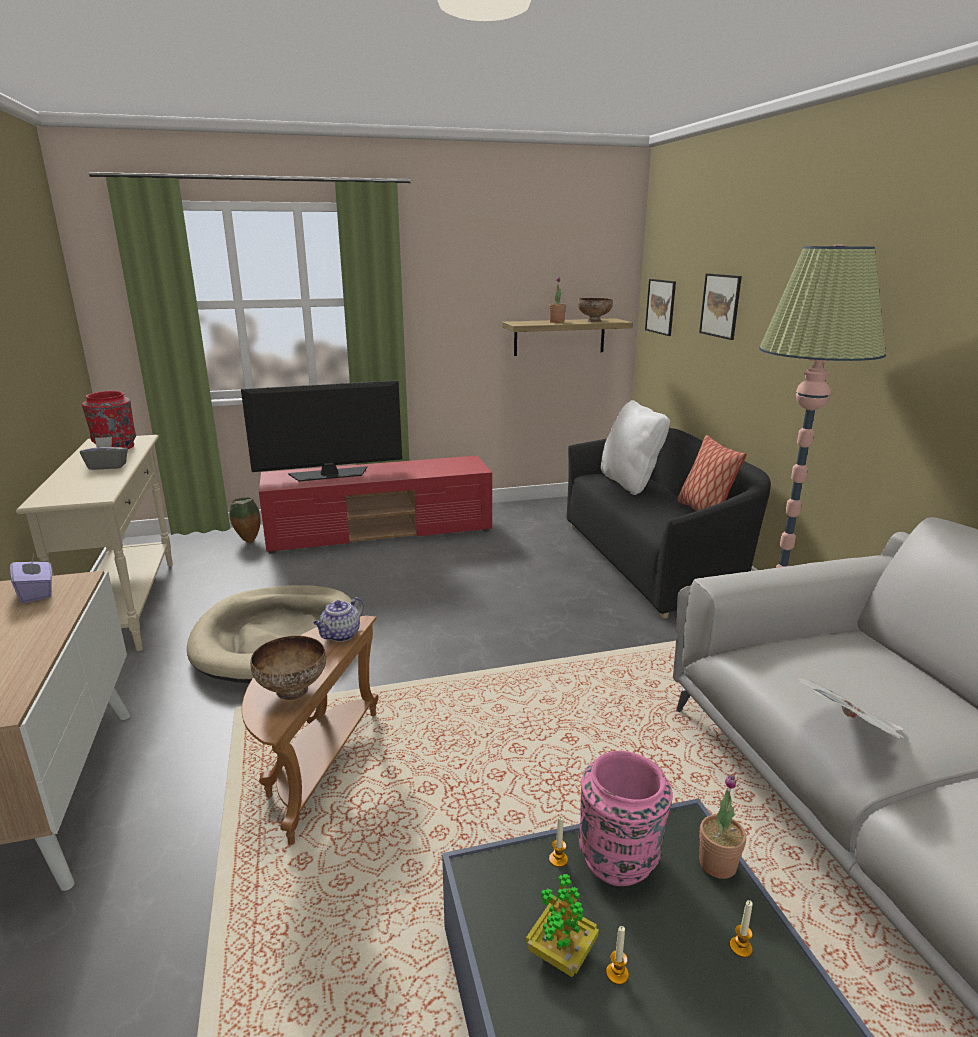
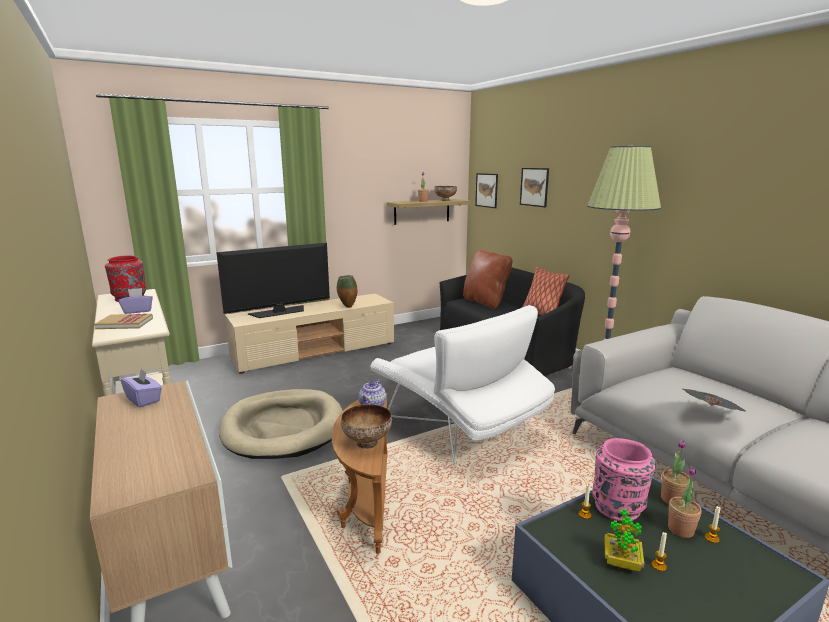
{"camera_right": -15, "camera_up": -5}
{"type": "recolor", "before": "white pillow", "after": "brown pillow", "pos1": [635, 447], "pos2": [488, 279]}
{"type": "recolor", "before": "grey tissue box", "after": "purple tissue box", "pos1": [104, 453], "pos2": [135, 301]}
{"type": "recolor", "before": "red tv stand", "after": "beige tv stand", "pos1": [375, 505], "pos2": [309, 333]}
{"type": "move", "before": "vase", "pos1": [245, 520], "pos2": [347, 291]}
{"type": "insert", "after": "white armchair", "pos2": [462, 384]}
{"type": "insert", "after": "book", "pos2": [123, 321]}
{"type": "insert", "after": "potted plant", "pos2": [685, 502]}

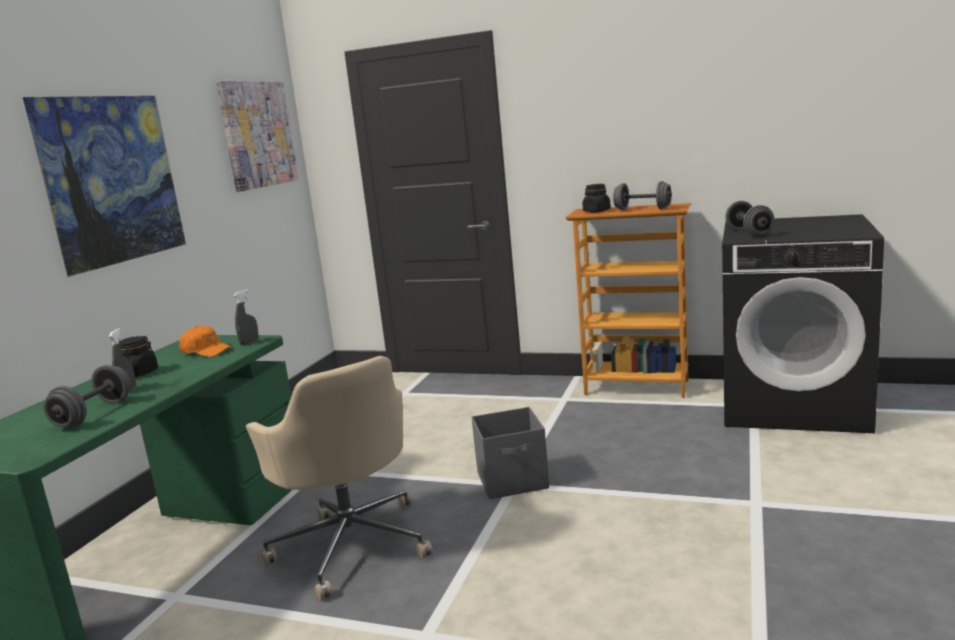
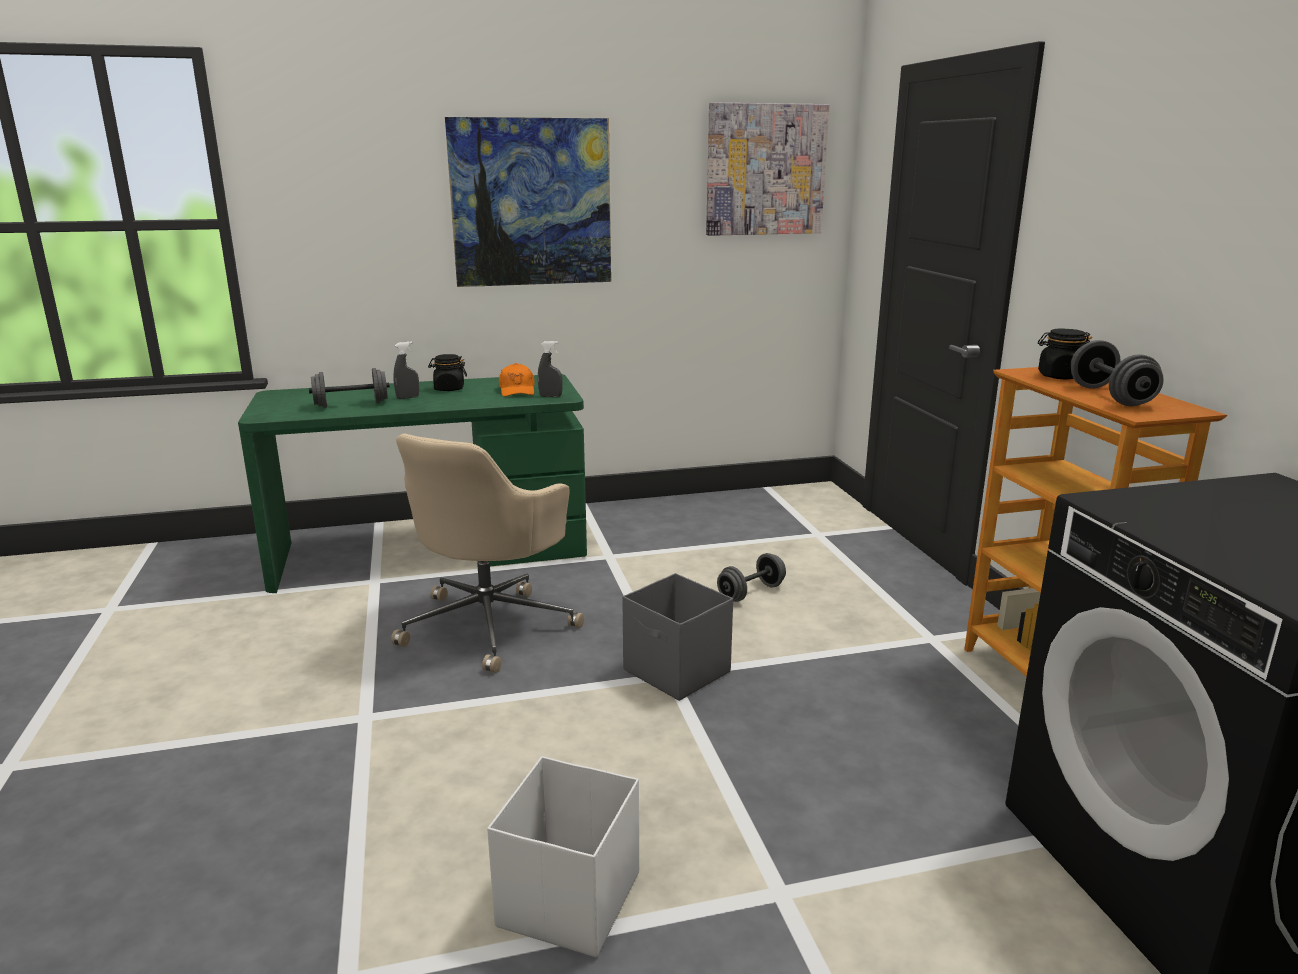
{"camera_right": 55, "camera_up": 5}
{"type": "move", "before": "grey dumbbell", "pos1": [749, 218], "pos2": [751, 577]}
{"type": "insert", "after": "white storage box", "pos2": [563, 856]}

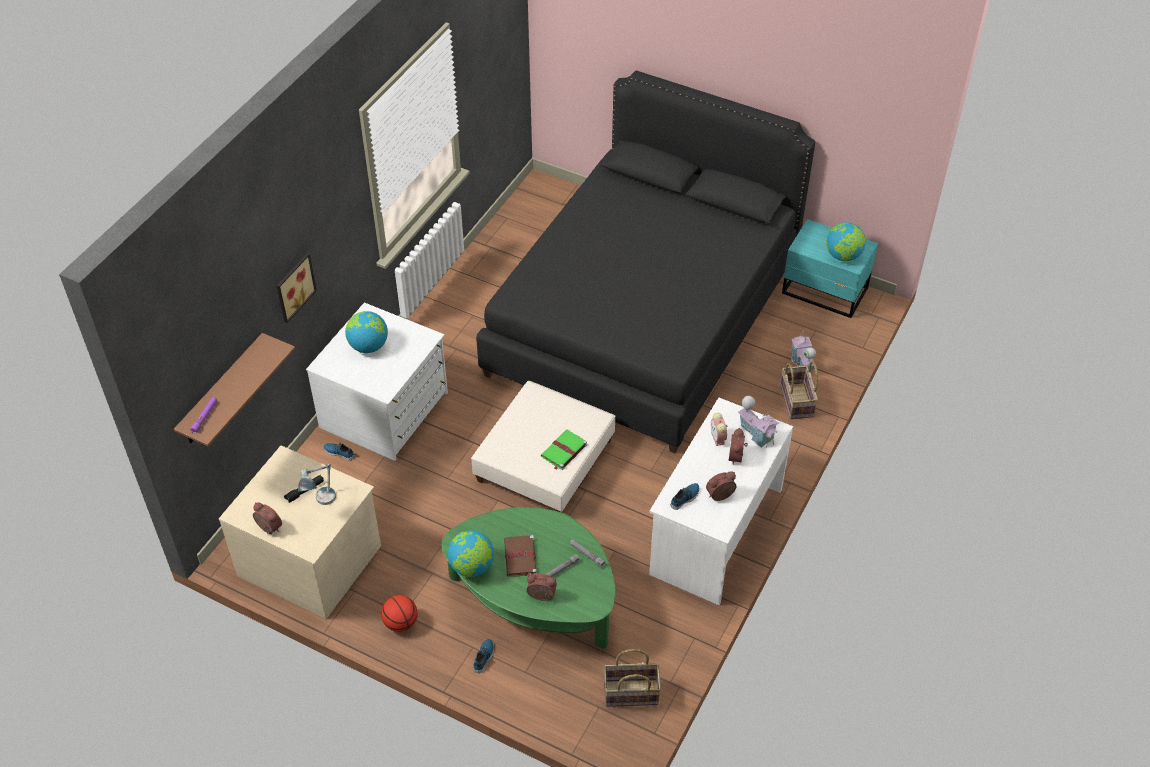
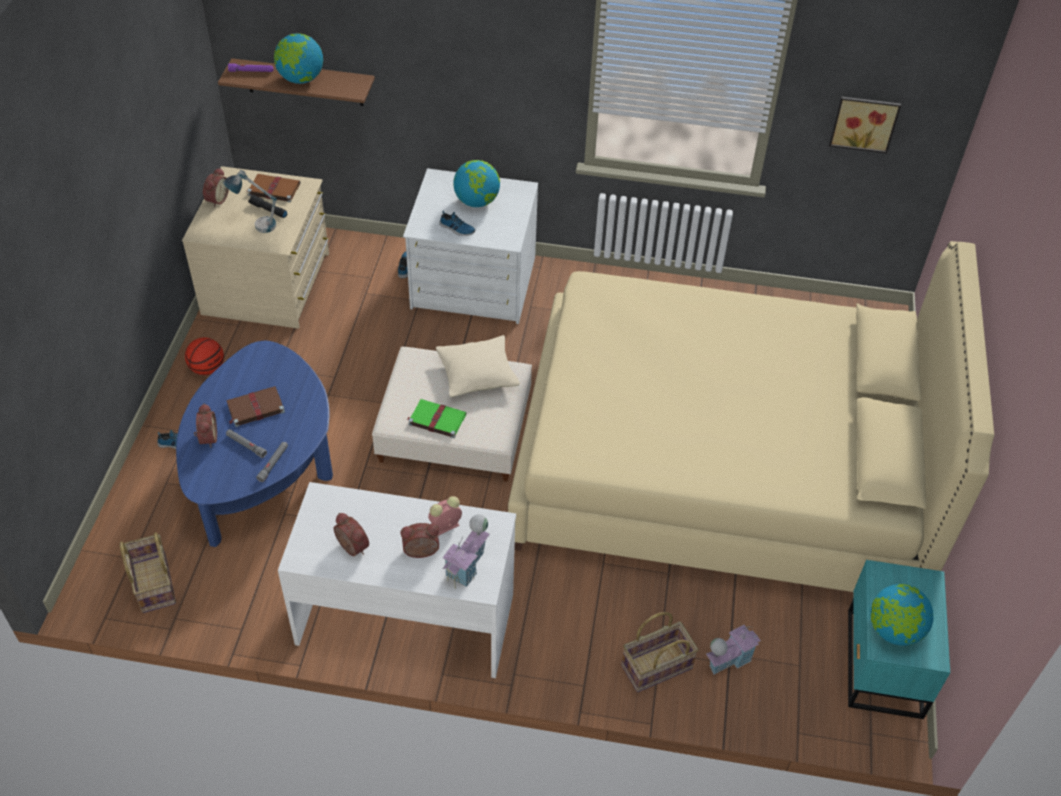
{"camera_right": 70, "camera_up": 0}
{"type": "recolor", "before": "black bed", "after": "beige bed", "pos1": [645, 262], "pos2": [751, 416]}
{"type": "move", "before": "picture", "pos1": [296, 288], "pos2": [865, 124]}
{"type": "move", "before": "shoe", "pos1": [684, 496], "pos2": [457, 223]}
{"type": "recolor", "before": "green coffee table", "after": "blue coffee table", "pos1": [528, 577], "pos2": [254, 444]}
{"type": "move", "before": "globe", "pos1": [471, 553], "pos2": [298, 58]}
{"type": "insert", "after": "brown book", "pos2": [273, 188]}
{"type": "insert", "after": "beige pillow", "pos2": [478, 366]}

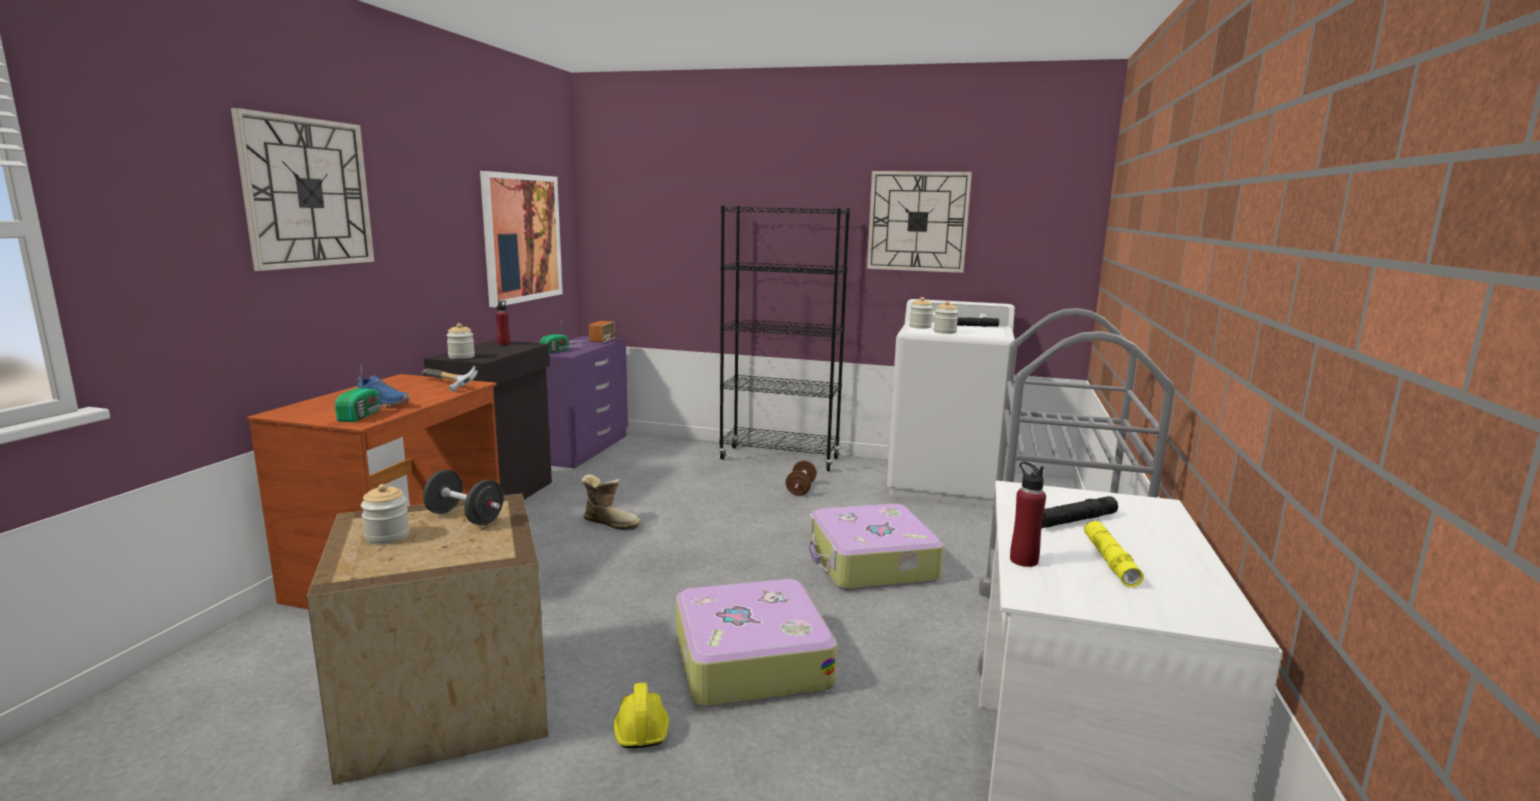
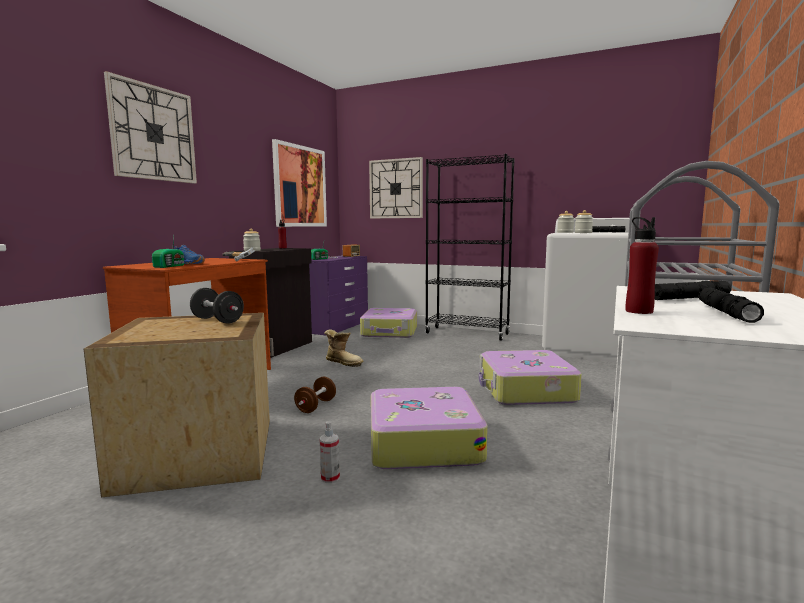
{"camera_right": 10, "camera_up": -5}
{"type": "move", "before": "wall clock", "pos1": [919, 222], "pos2": [396, 188]}
{"type": "move", "before": "brown dumbbell", "pos1": [801, 478], "pos2": [315, 395]}
{"type": "delete", "before": "jar", "pos1": [385, 514]}
{"type": "recolor", "before": "yellow flashlight", "after": "black flashlight", "pos1": [1113, 554], "pos2": [731, 305]}
{"type": "replace", "before": "yellow hard hat", "after": "spray bottle", "pos1": [641, 715], "pos2": [330, 452]}
{"type": "insert", "after": "suitcase", "pos2": [388, 323]}

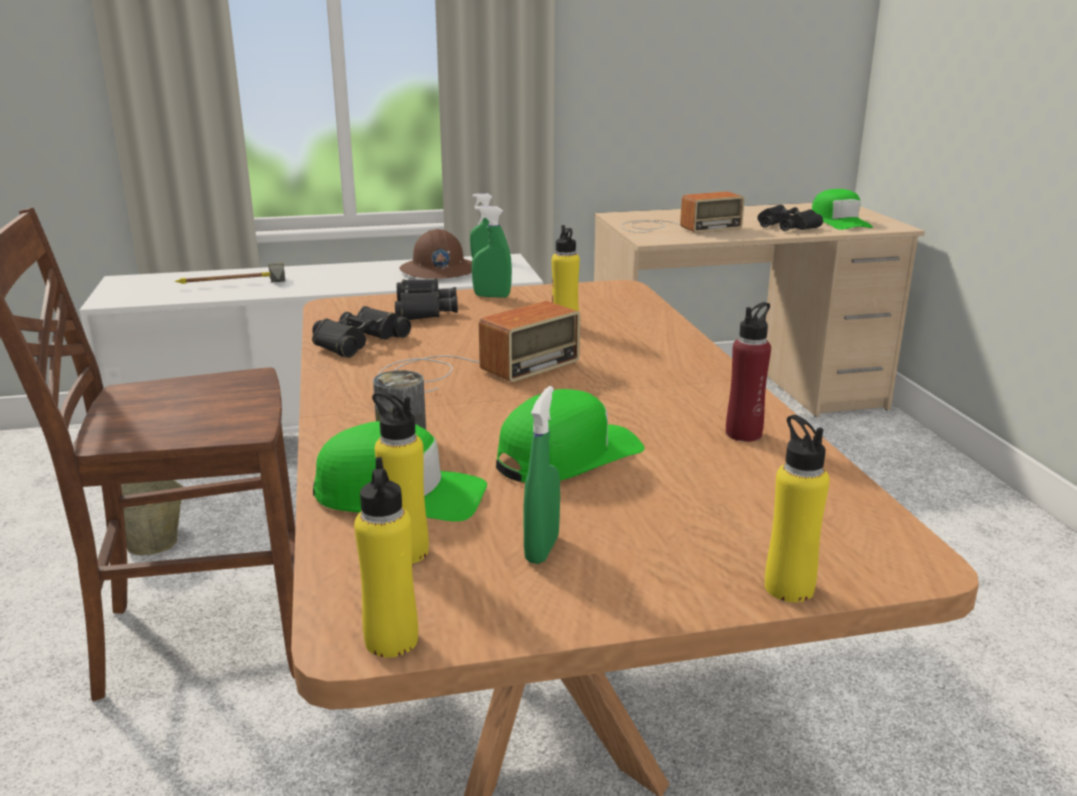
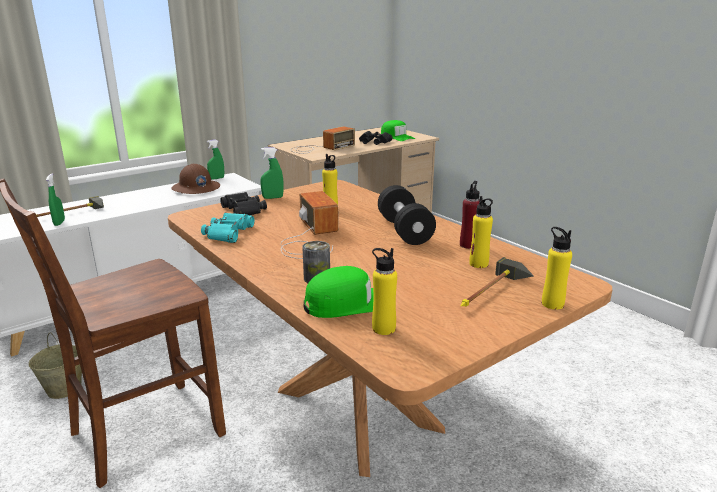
{"camera_right": -25, "camera_up": 0}
{"type": "rotate", "before": "radio", "pos1": [479, 347], "pos2": [309, 225], "turn": -45}
{"type": "recolor", "before": "black binoculars", "after": "turquoise binoculars", "pos1": [361, 332], "pos2": [227, 228]}
{"type": "move", "before": "green spray bottle", "pos1": [541, 475], "pos2": [55, 199]}
{"type": "delete", "before": "green cap", "pos1": [570, 435]}
{"type": "move", "before": "yellow bottle", "pos1": [386, 557], "pos2": [481, 232]}
{"type": "insert", "after": "black dumbbell", "pos2": [407, 215]}
{"type": "insert", "after": "hammer", "pos2": [497, 282]}

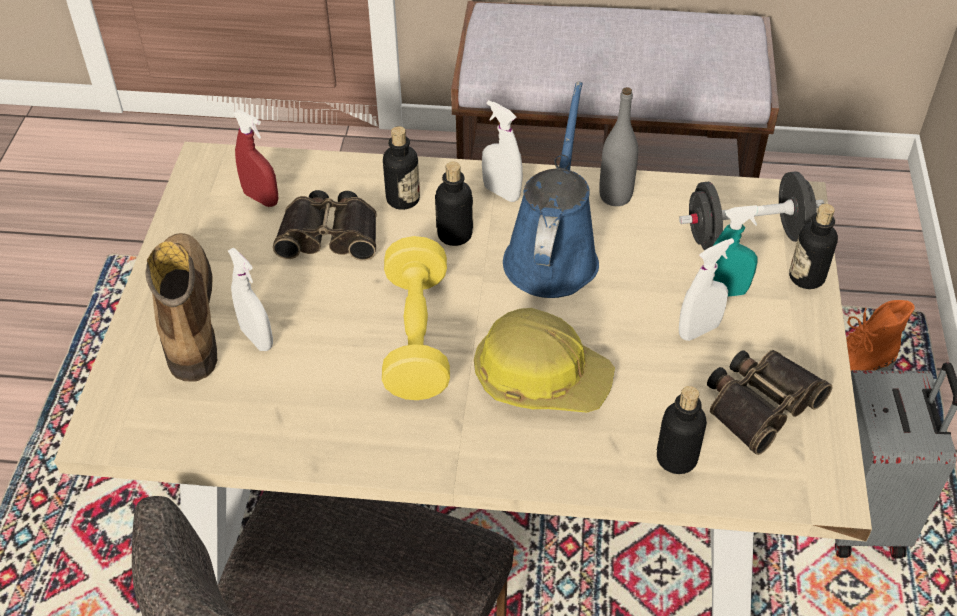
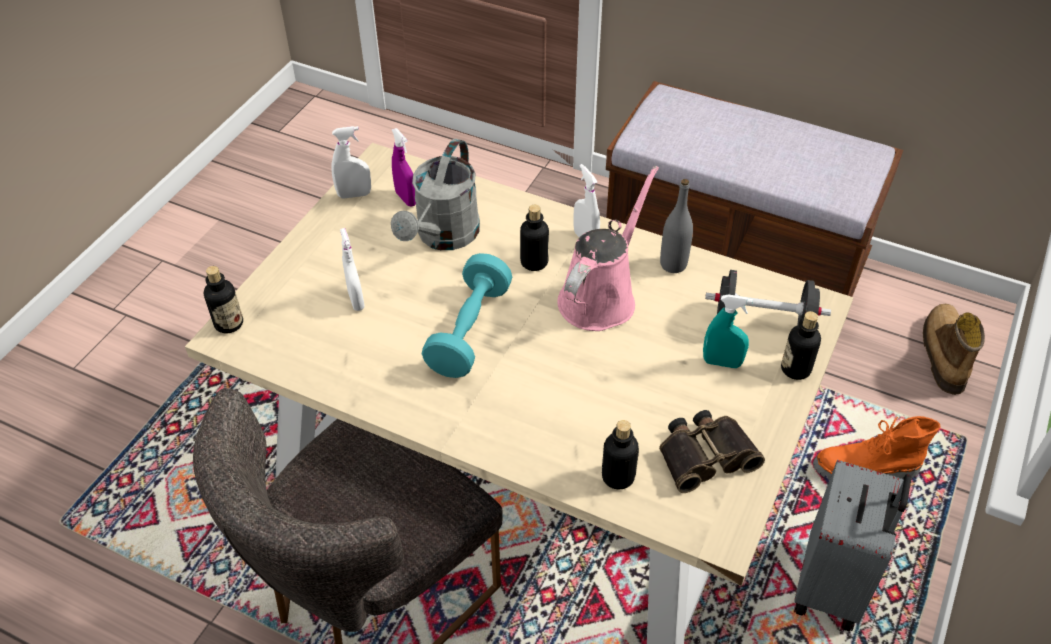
{"camera_right": 20, "camera_up": 0}
{"type": "recolor", "before": "blue watering can", "after": "pink watering can", "pos1": [551, 190], "pos2": [608, 248]}
{"type": "recolor", "before": "red spray bottle", "after": "purple spray bottle", "pos1": [255, 158], "pos2": [404, 167]}
{"type": "move", "before": "bottle", "pos1": [401, 168], "pos2": [223, 300]}
{"type": "replace", "before": "binoculars", "after": "grey watering can", "pos1": [325, 225], "pos2": [435, 194]}
{"type": "move", "before": "boot", "pos1": [181, 307], "pos2": [954, 349]}
{"type": "recolor", "before": "yellow dumbbell", "after": "turquoise dumbbell", "pos1": [416, 318], "pos2": [467, 315]}
{"type": "move", "before": "white spray bottle", "pos1": [706, 289], "pos2": [351, 162]}
{"type": "delete", "before": "hard hat", "pos1": [544, 360]}

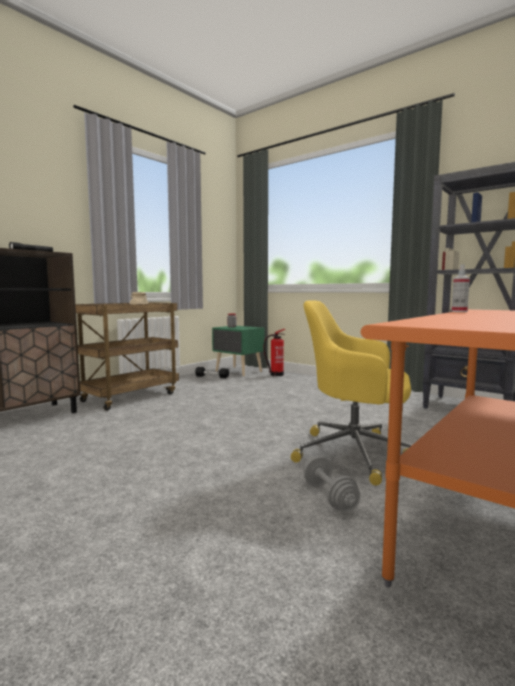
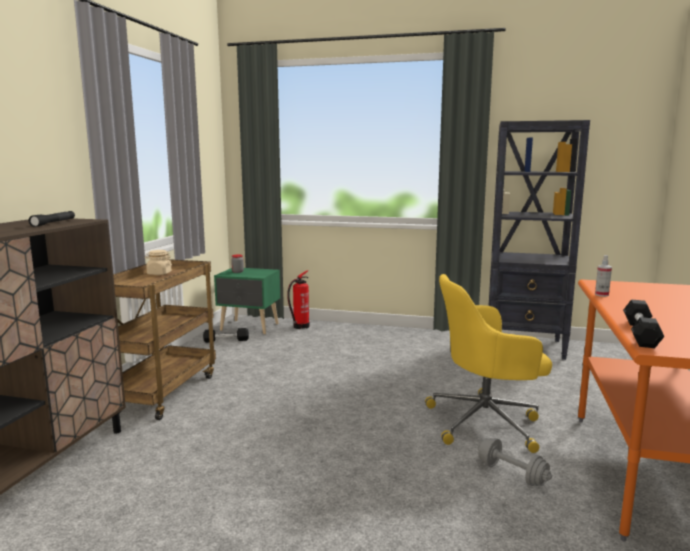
{"camera_right": -25, "camera_up": 5}
{"type": "insert", "after": "black dumbbell", "pos2": [643, 324]}

